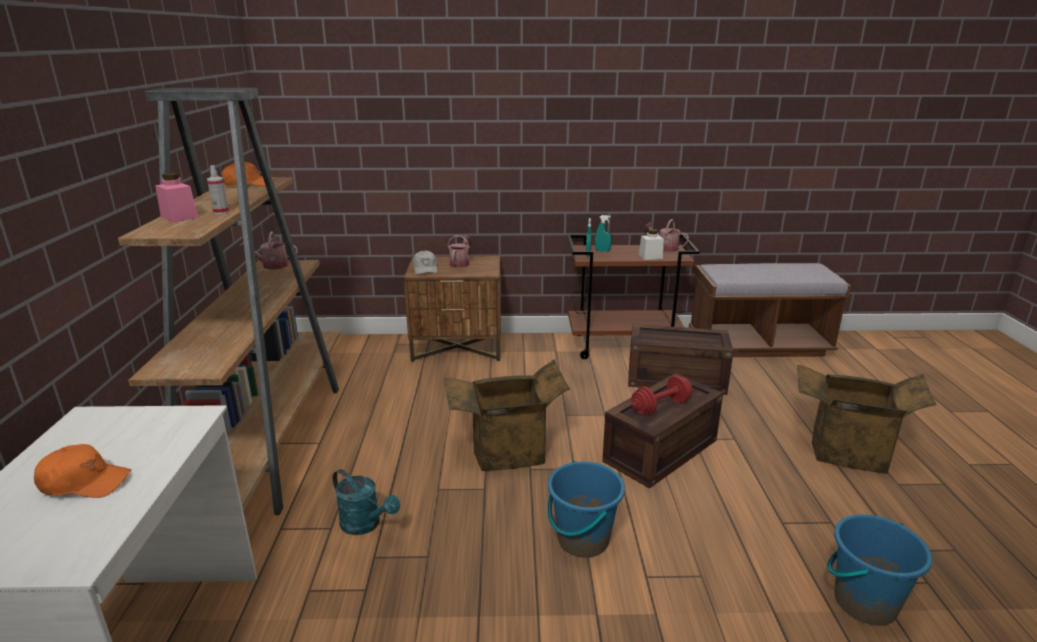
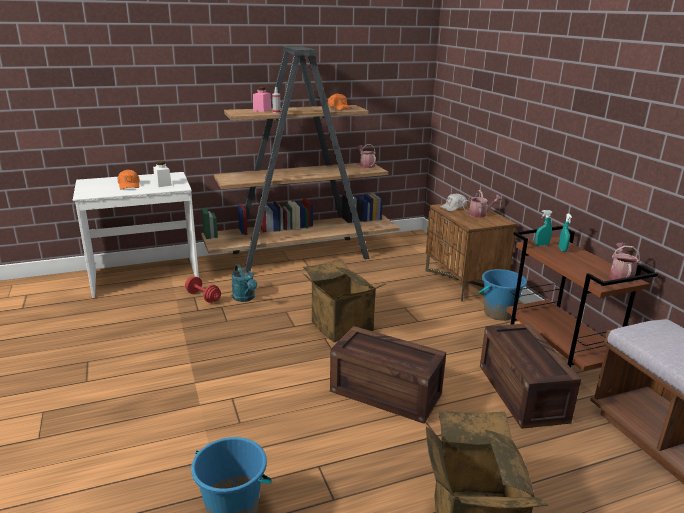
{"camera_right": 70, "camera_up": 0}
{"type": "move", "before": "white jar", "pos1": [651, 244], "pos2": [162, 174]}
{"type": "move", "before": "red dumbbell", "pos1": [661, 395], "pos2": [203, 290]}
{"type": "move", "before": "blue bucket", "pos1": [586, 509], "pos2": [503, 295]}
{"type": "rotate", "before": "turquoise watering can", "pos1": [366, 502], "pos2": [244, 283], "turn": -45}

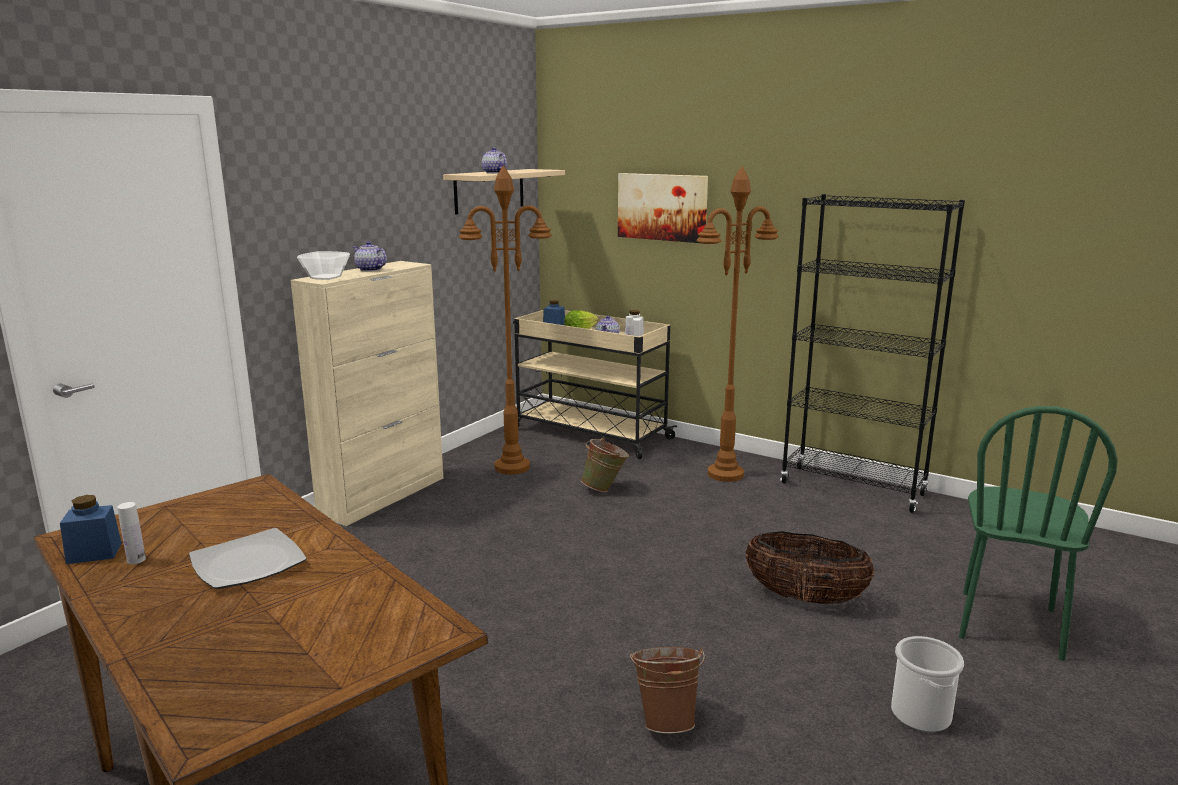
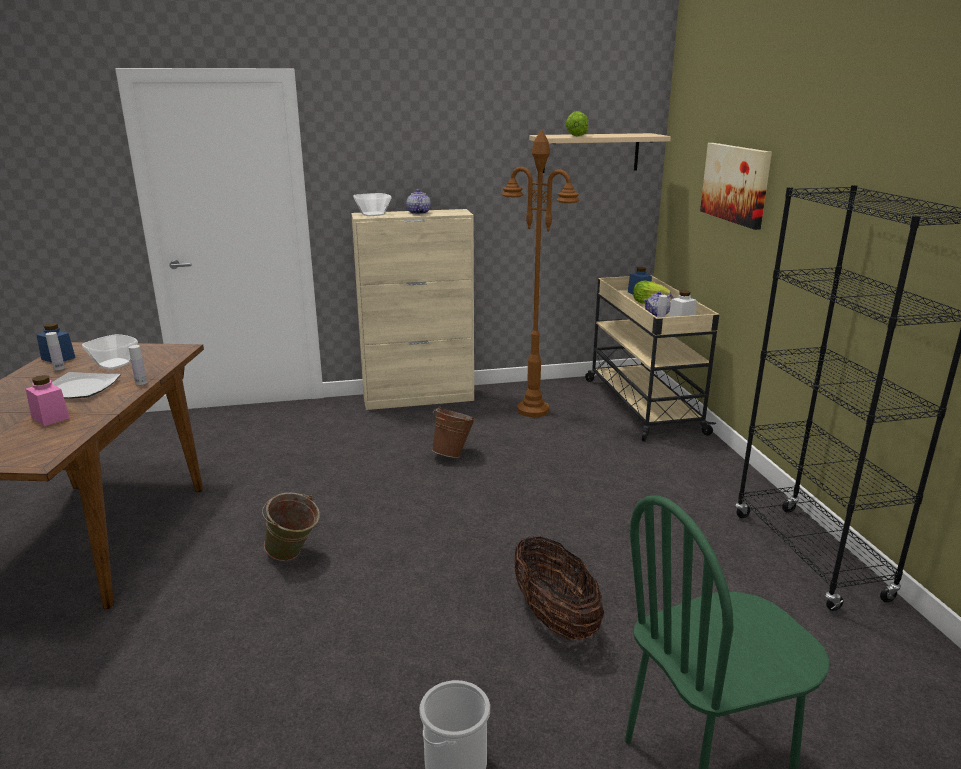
{"camera_right": 45, "camera_up": 5}
{"type": "replace", "before": "teapot", "after": "lettuce", "pos1": [494, 160], "pos2": [577, 123]}
{"type": "delete", "before": "brown floor lamp", "pos1": [738, 324]}
{"type": "move", "before": "green bucket", "pos1": [605, 465], "pos2": [291, 527]}
{"type": "move", "before": "brown bucket", "pos1": [667, 690], "pos2": [453, 432]}
{"type": "insert", "after": "bowl", "pos2": [110, 351]}
{"type": "insert", "after": "white bottle", "pos2": [138, 365]}
{"type": "insert", "after": "pink jar", "pos2": [48, 400]}

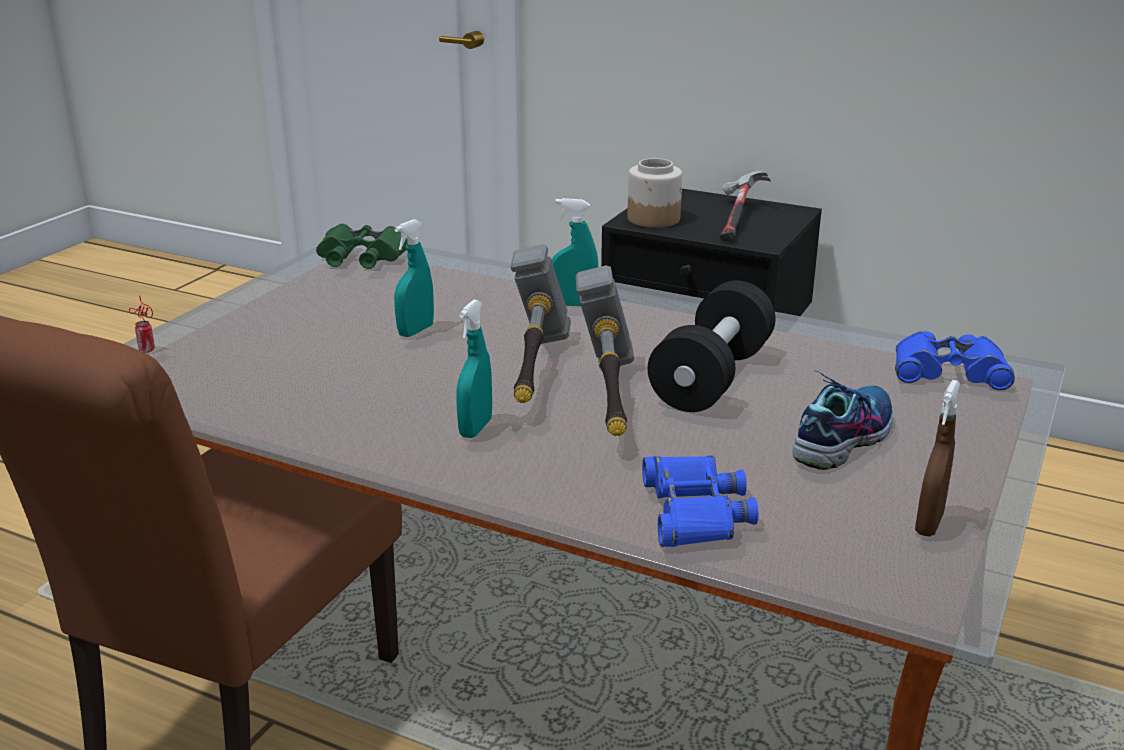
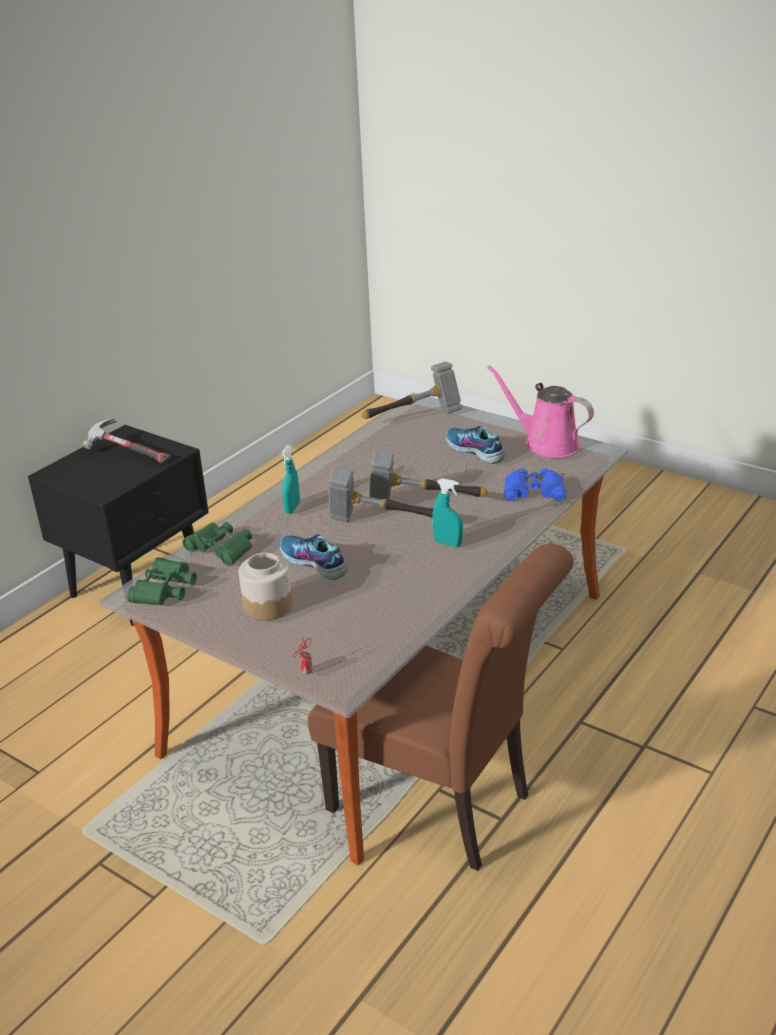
{"camera_right": -80, "camera_up": 5}
{"type": "move", "before": "jar", "pos1": [654, 193], "pos2": [266, 587]}
{"type": "replace", "before": "turquoise spray bottle", "after": "shoe", "pos1": [414, 278], "pos2": [314, 557]}
{"type": "delete", "before": "black dumbbell", "pos1": [711, 346]}
{"type": "replace", "before": "blue binoculars", "after": "hammer", "pos1": [955, 361], "pos2": [412, 390]}
{"type": "replace", "before": "brown spray bottle", "after": "pink watering can", "pos1": [937, 458], "pos2": [540, 412]}
{"type": "insert", "after": "green binoculars", "pos2": [217, 544]}

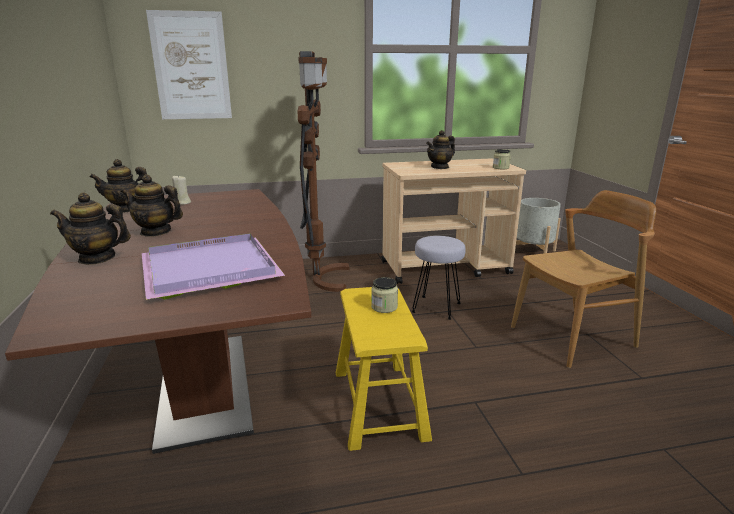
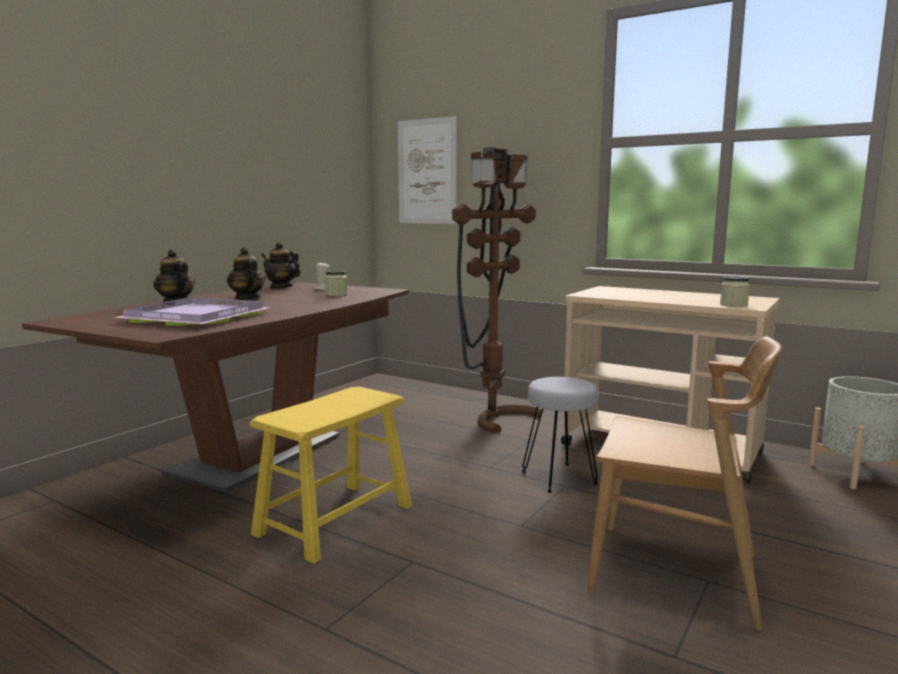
{"camera_right": 45, "camera_up": -10}
{"type": "delete", "before": "teapot", "pos1": [440, 149]}
{"type": "move", "before": "jar", "pos1": [384, 295], "pos2": [336, 283]}

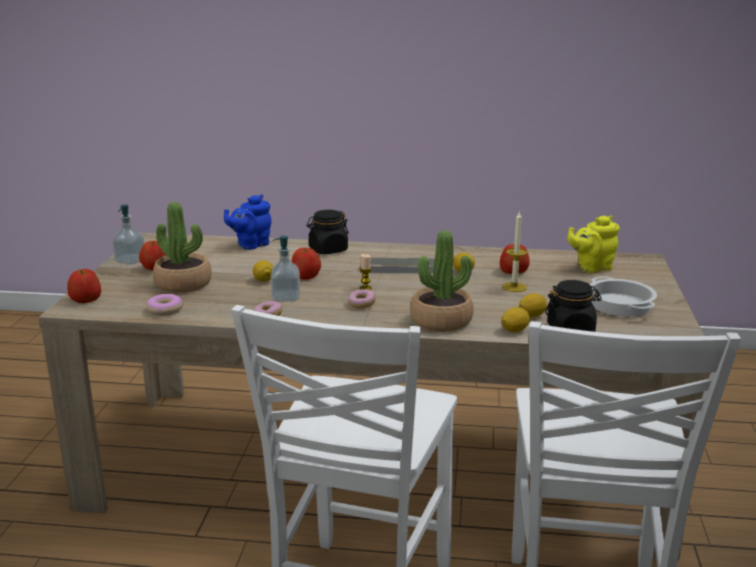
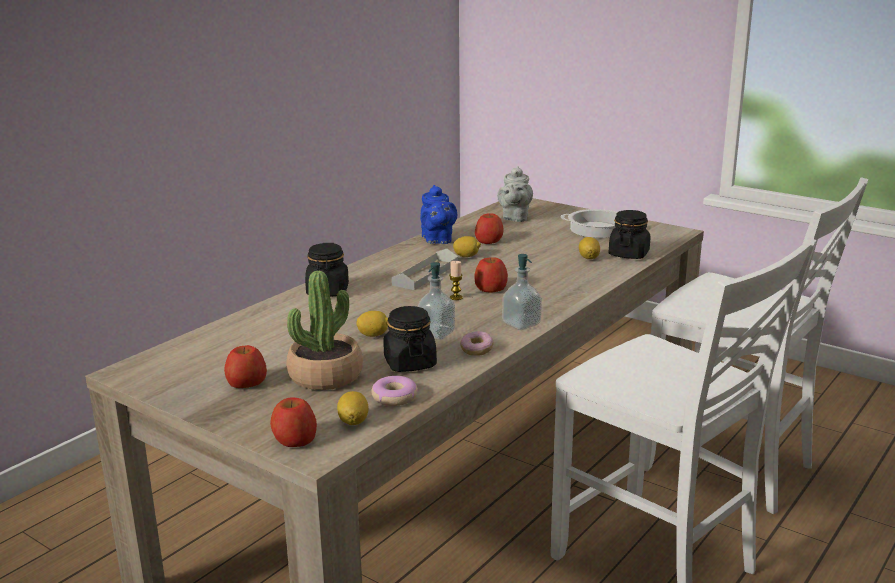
{"camera_right": -60, "camera_up": 0}
{"type": "move", "before": "blue teapot", "pos1": [247, 222], "pos2": [438, 214]}
{"type": "move", "before": "soap dispenser", "pos1": [129, 234], "pos2": [522, 292]}
{"type": "delete", "before": "candle", "pos1": [514, 252]}
{"type": "recolor", "before": "yellow teapot", "after": "grey teapot", "pos1": [593, 244], "pos2": [515, 194]}
{"type": "delete", "before": "potted plant", "pos1": [442, 281]}
{"type": "move", "before": "apple", "pos1": [306, 263], "pos2": [491, 275]}
{"type": "delete", "before": "donut", "pos1": [362, 299]}
{"type": "move", "before": "lemon", "pos1": [515, 320], "pos2": [353, 408]}
{"type": "insert", "after": "black jar", "pos2": [410, 339]}

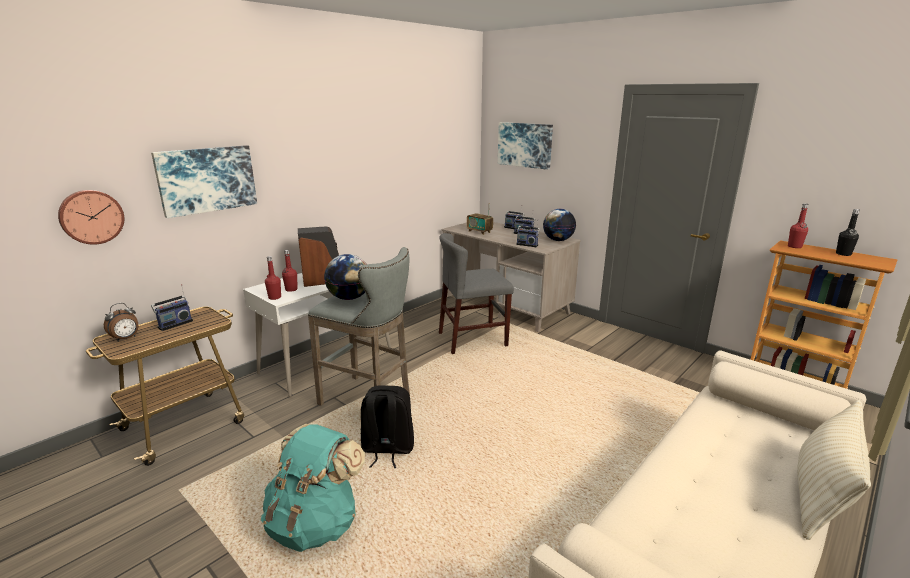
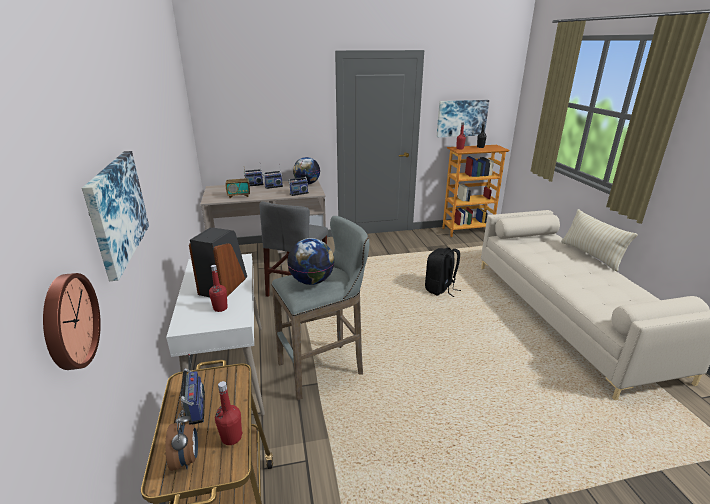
{"camera_right": -55, "camera_up": 5}
{"type": "move", "before": "picture", "pos1": [525, 146], "pos2": [463, 118]}
{"type": "move", "before": "red bottle", "pos1": [273, 278], "pos2": [229, 413]}
{"type": "move", "before": "black backpack", "pos1": [387, 426], "pos2": [443, 272]}
{"type": "delete", "before": "turquoise backpack", "pos1": [313, 488]}

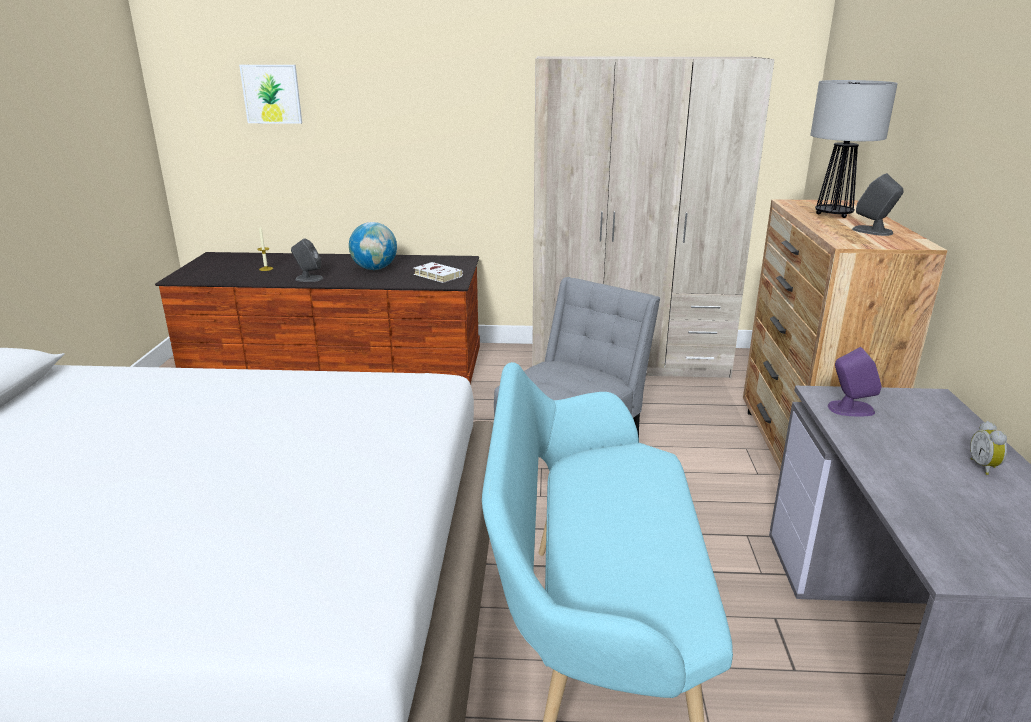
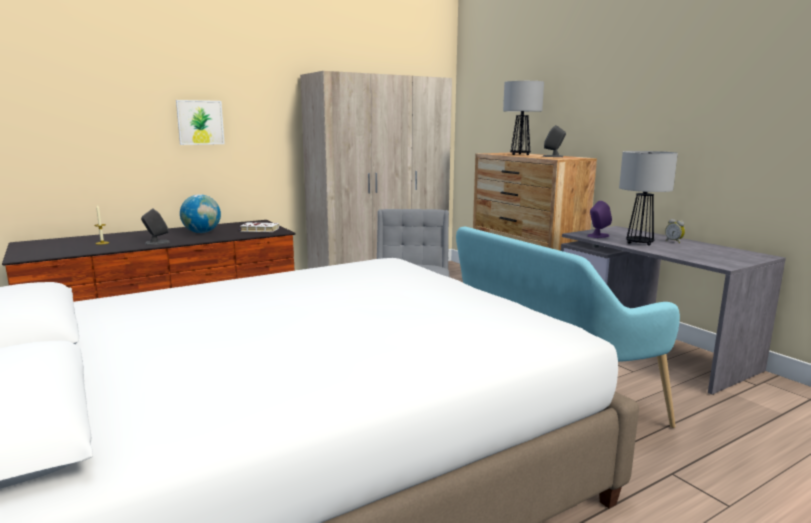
{"camera_right": -35, "camera_up": -10}
{"type": "move", "before": "picture", "pos1": [270, 94], "pos2": [200, 122]}
{"type": "insert", "after": "table lamp", "pos2": [648, 198]}

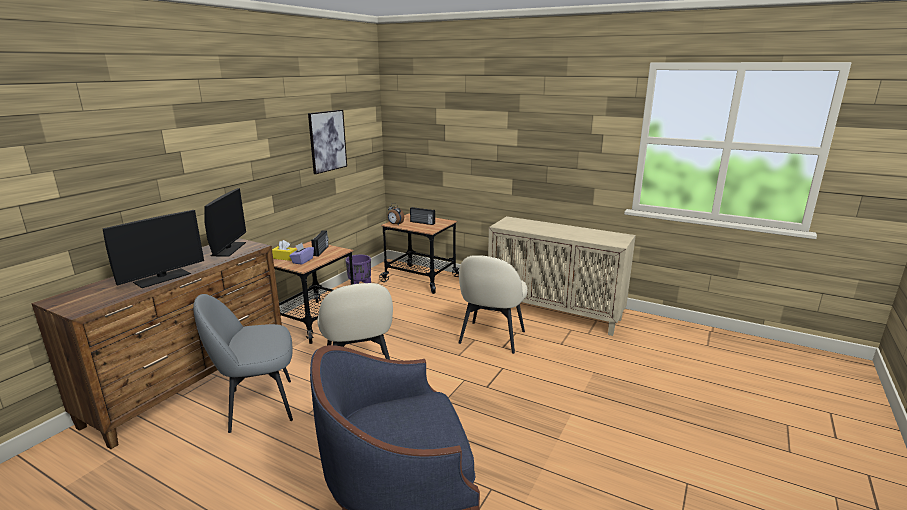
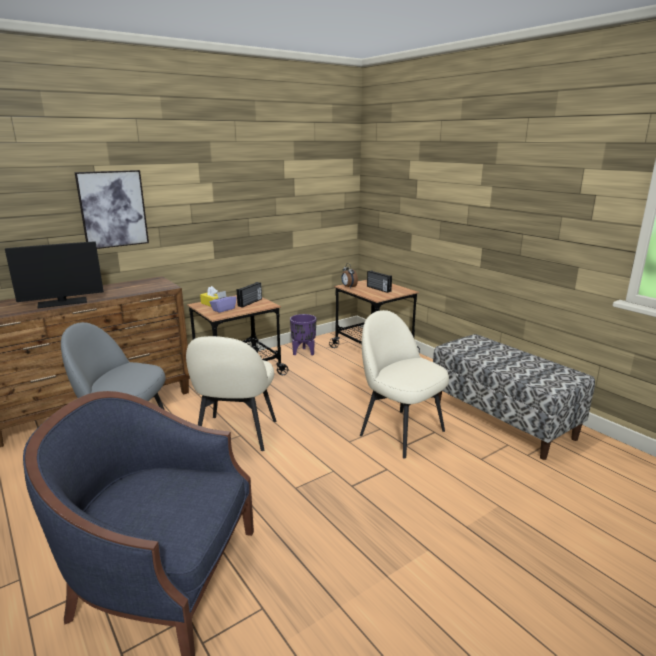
{"camera_right": 25, "camera_up": 0}
{"type": "move", "before": "picture", "pos1": [327, 142], "pos2": [112, 209]}
{"type": "delete", "before": "monitor", "pos1": [225, 222]}
{"type": "replace", "before": "beige cabinet", "after": "bench", "pos1": [562, 276], "pos2": [514, 397]}
{"type": "rotate", "before": "beige chair", "pos1": [493, 304], "pos2": [404, 384], "turn": 90}

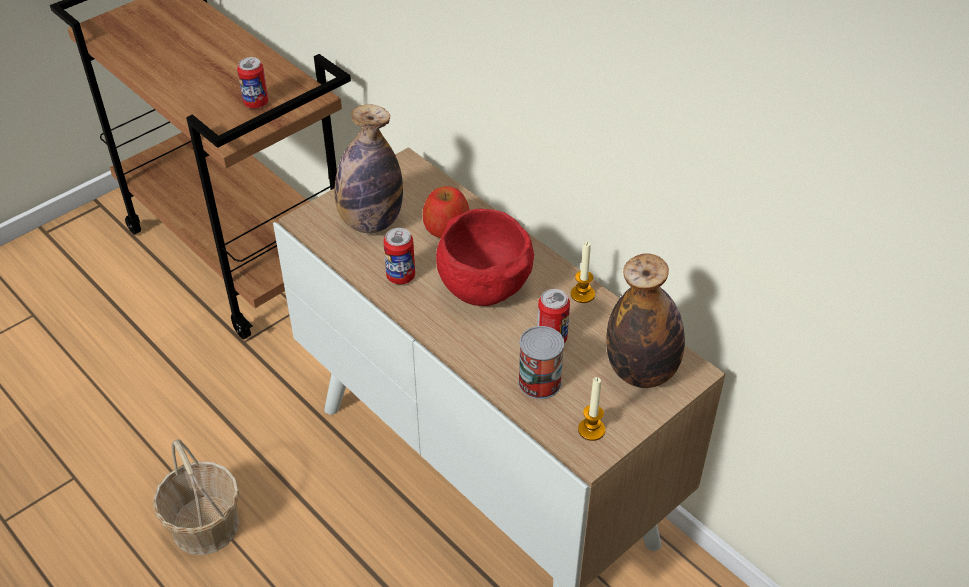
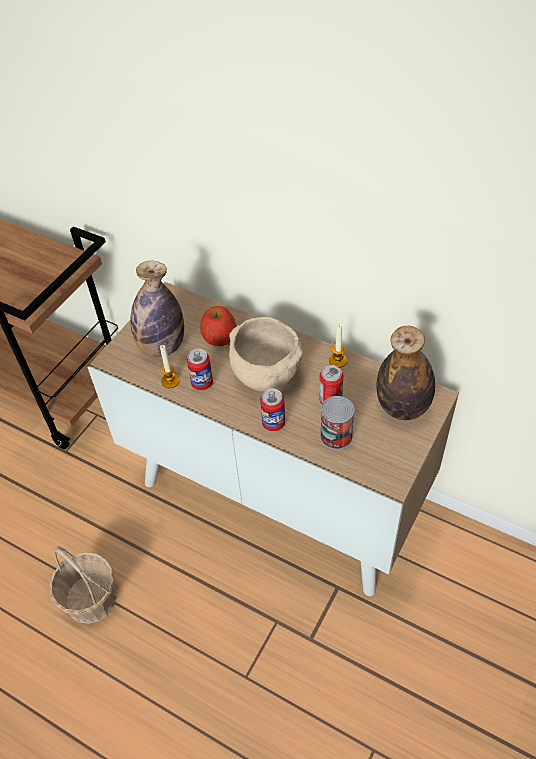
{"camera_right": -15, "camera_up": 5}
{"type": "move", "before": "can", "pos1": [253, 82], "pos2": [272, 409]}
{"type": "recolor", "before": "red bowl", "after": "beige bowl", "pos1": [485, 257], "pos2": [266, 354]}
{"type": "move", "before": "candle", "pos1": [591, 409], "pos2": [170, 366]}

